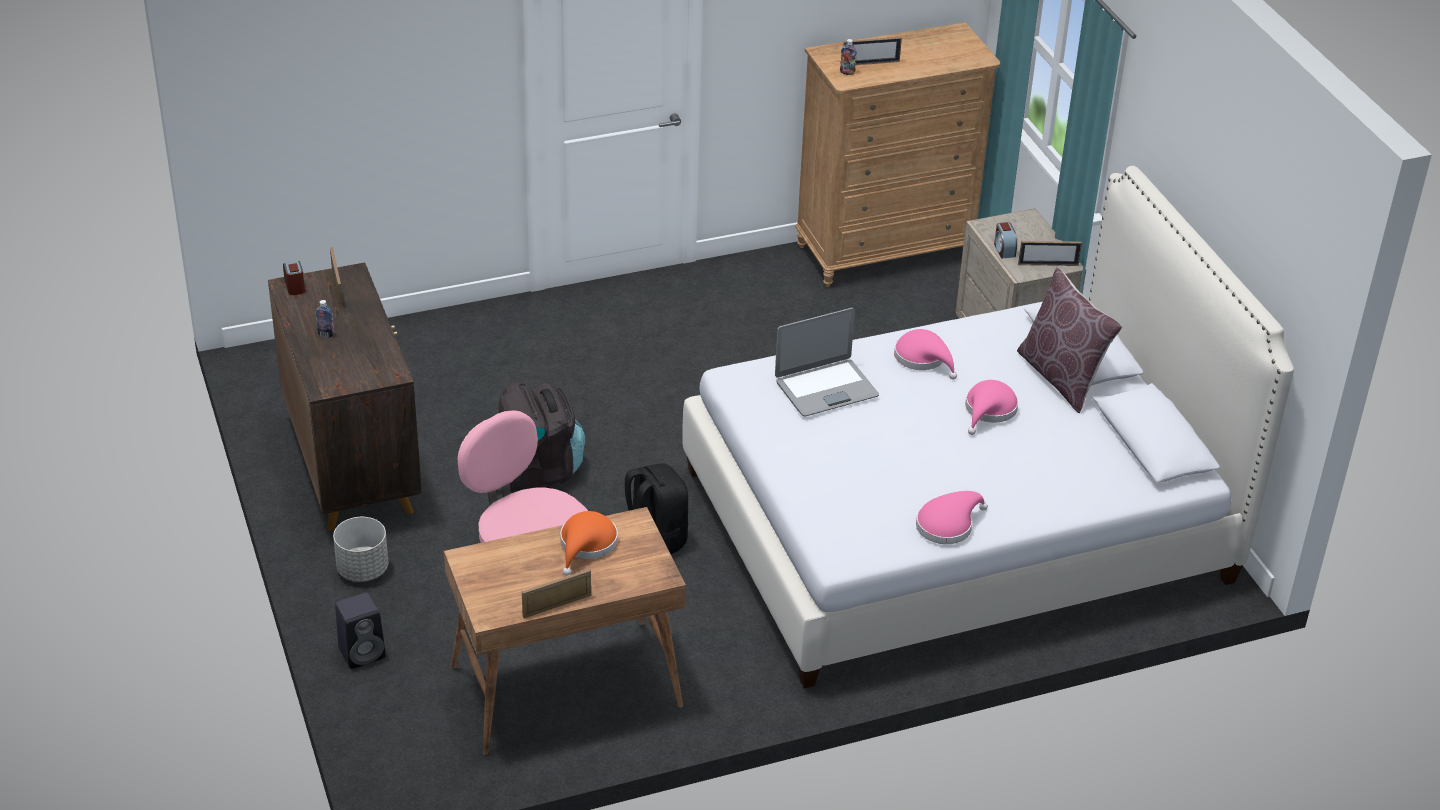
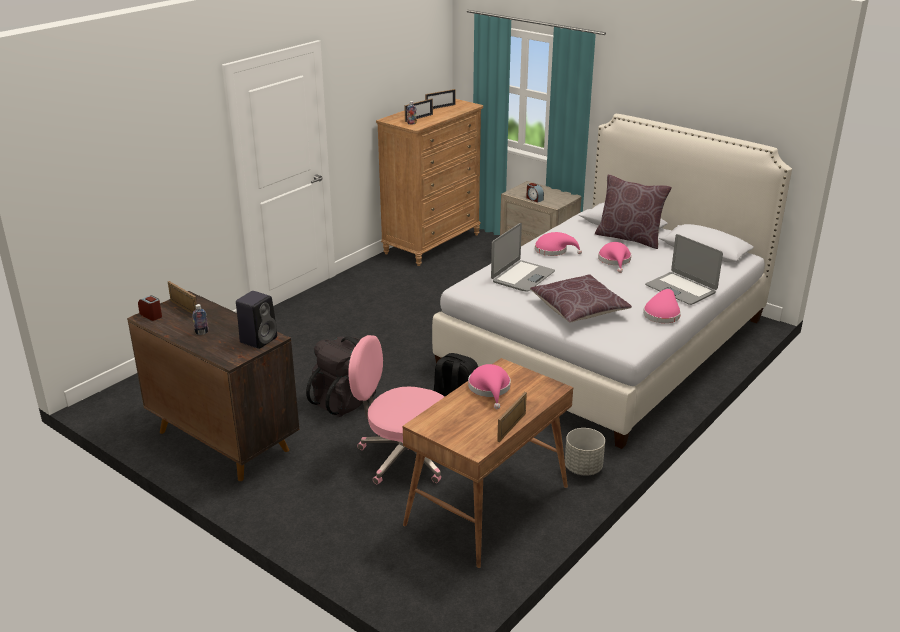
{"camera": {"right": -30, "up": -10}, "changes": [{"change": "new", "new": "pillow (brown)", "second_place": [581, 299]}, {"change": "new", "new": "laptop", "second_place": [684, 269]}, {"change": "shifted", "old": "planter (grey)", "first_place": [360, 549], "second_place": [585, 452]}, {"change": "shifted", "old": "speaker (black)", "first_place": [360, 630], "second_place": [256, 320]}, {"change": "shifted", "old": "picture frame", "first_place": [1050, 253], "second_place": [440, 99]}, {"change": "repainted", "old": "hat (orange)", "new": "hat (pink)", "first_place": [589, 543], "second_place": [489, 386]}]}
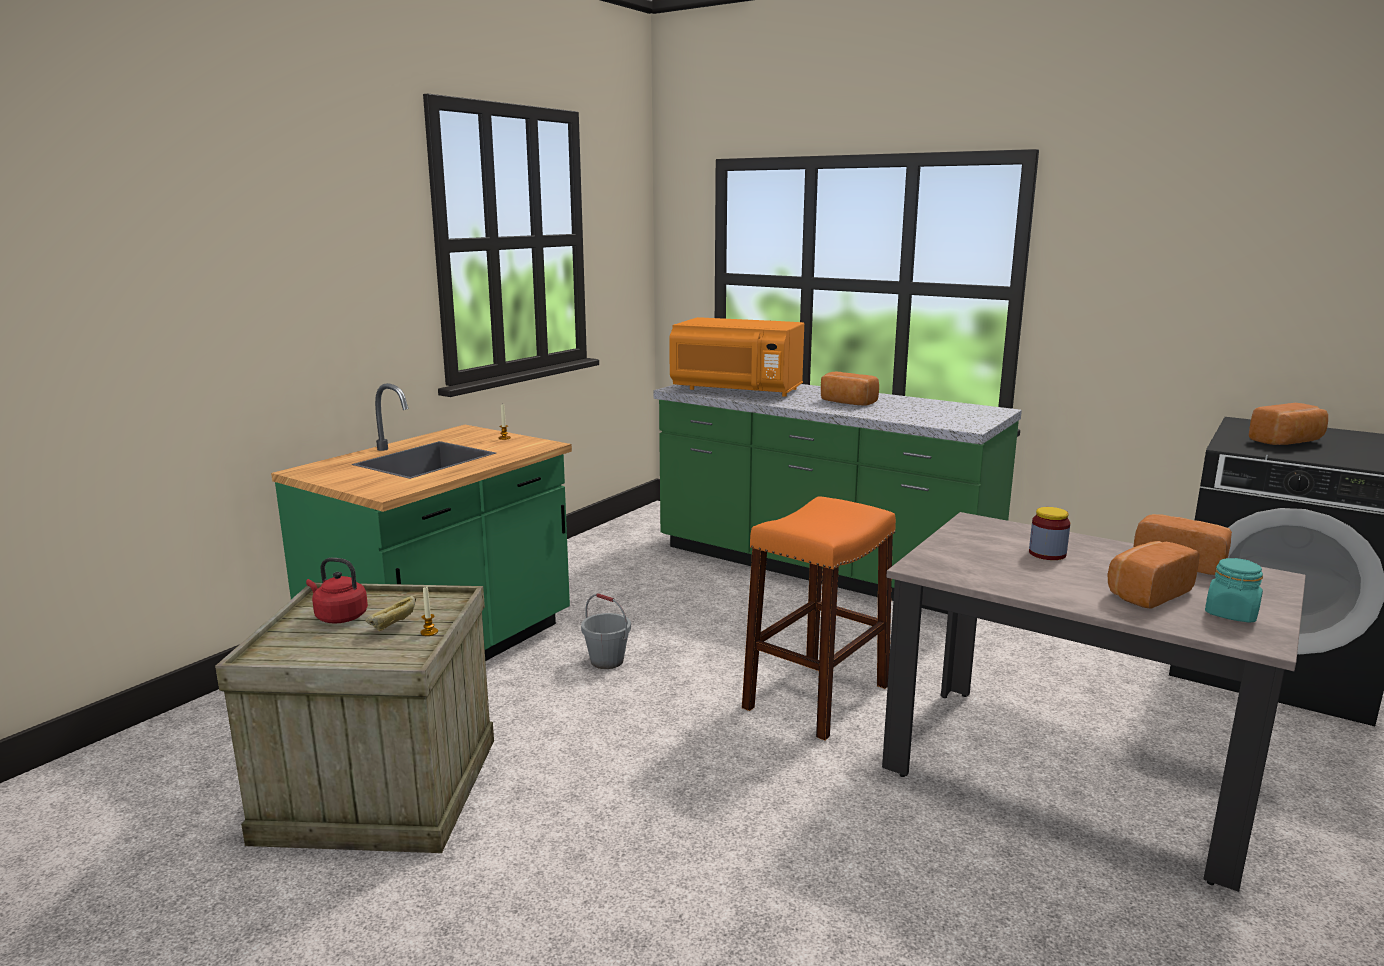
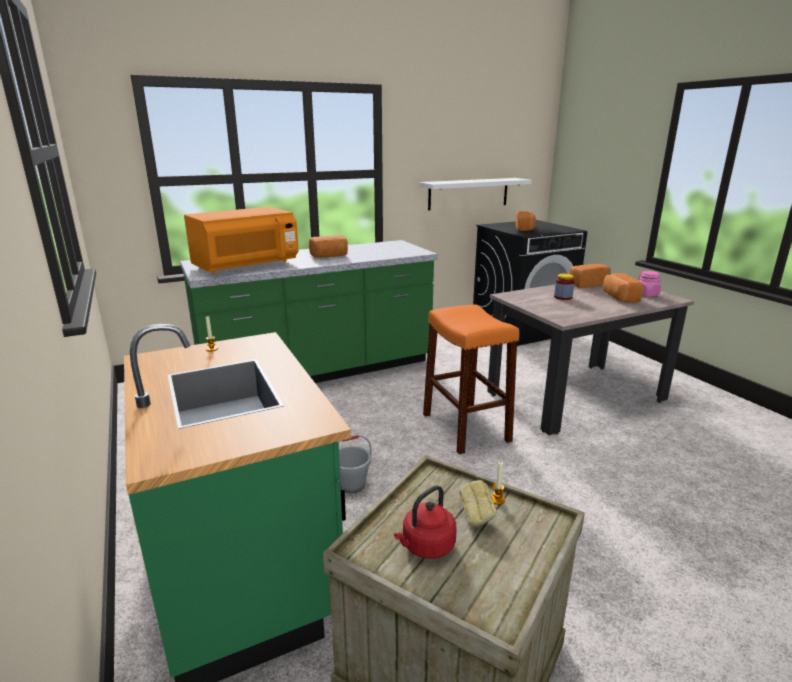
{"camera": {"right": -60, "up": 5}, "changes": [{"change": "new", "new": "shelf (white)", "second_place": [476, 194]}, {"change": "repainted", "old": "jar (turquoise)", "new": "jar (pink)", "first_place": [1234, 590], "second_place": [650, 283]}]}
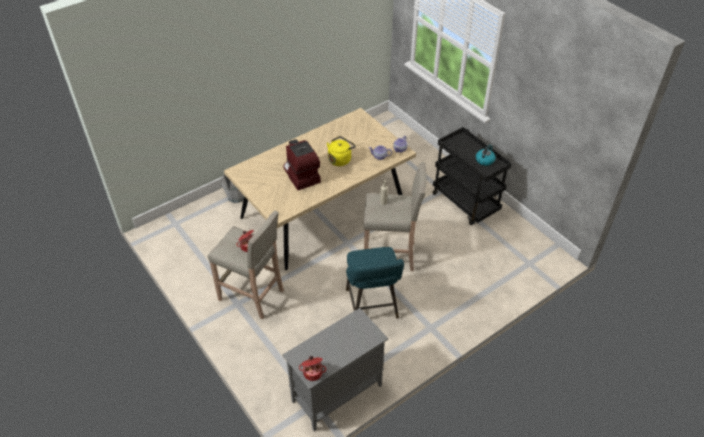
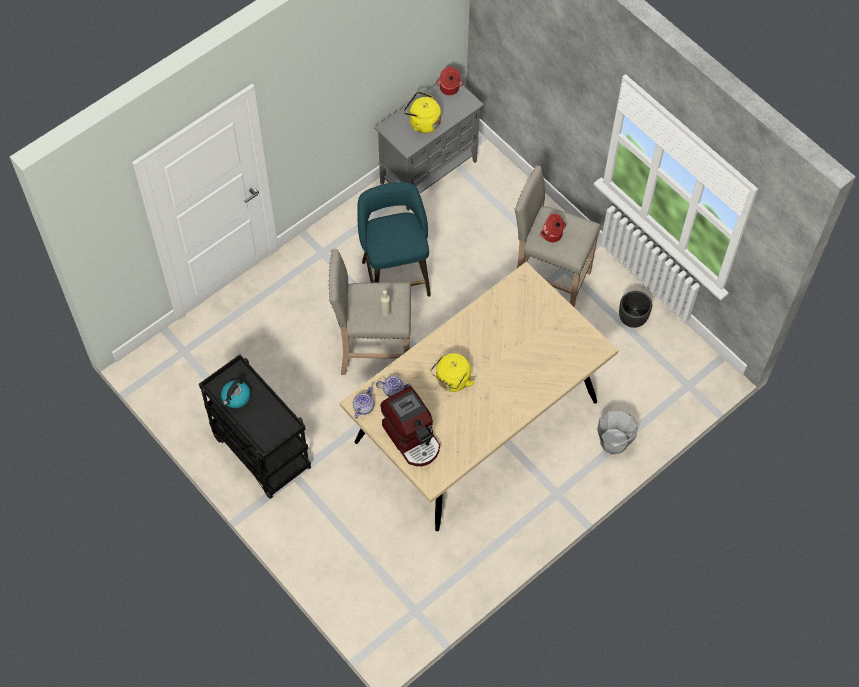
{"camera": {"right": 175, "up": 15}, "changes": [{"change": "new", "new": "kettle (yellow)", "second_place": [422, 112]}, {"change": "new", "new": "planter (black)", "second_place": [635, 309]}, {"change": "shifted", "old": "coffee machine", "first_place": [302, 165], "second_place": [410, 426]}]}
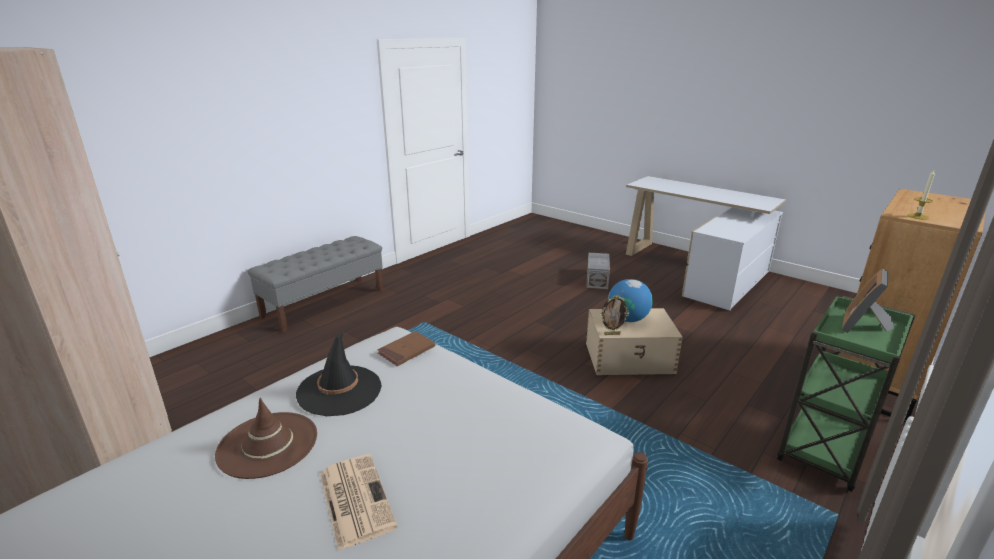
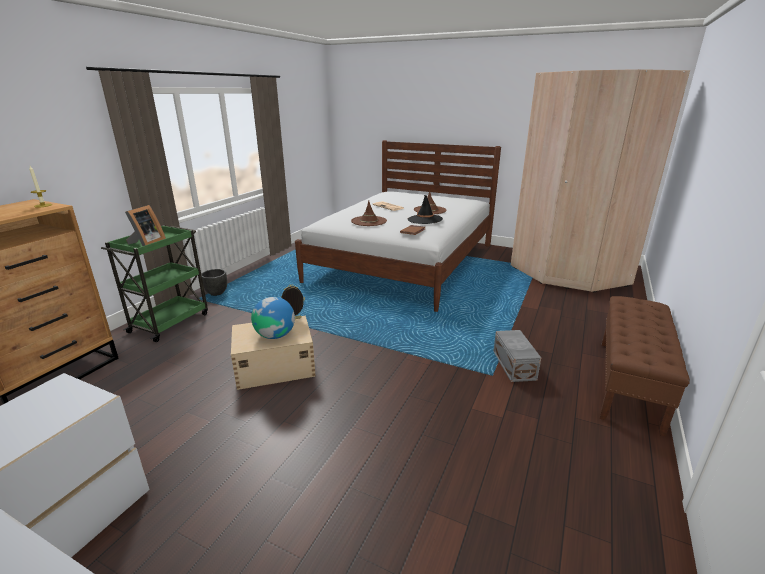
{"camera": {"right": 165, "up": 0}, "changes": [{"change": "new", "new": "planter (black)", "second_place": [214, 282]}, {"change": "new", "new": "hat (brown)", "second_place": [369, 213]}, {"change": "shifted", "old": "storage box (grey)", "first_place": [598, 271], "second_place": [517, 356]}, {"change": "repainted", "old": "bench (grey)", "new": "bench (brown)", "first_place": [315, 284], "second_place": [644, 366]}]}
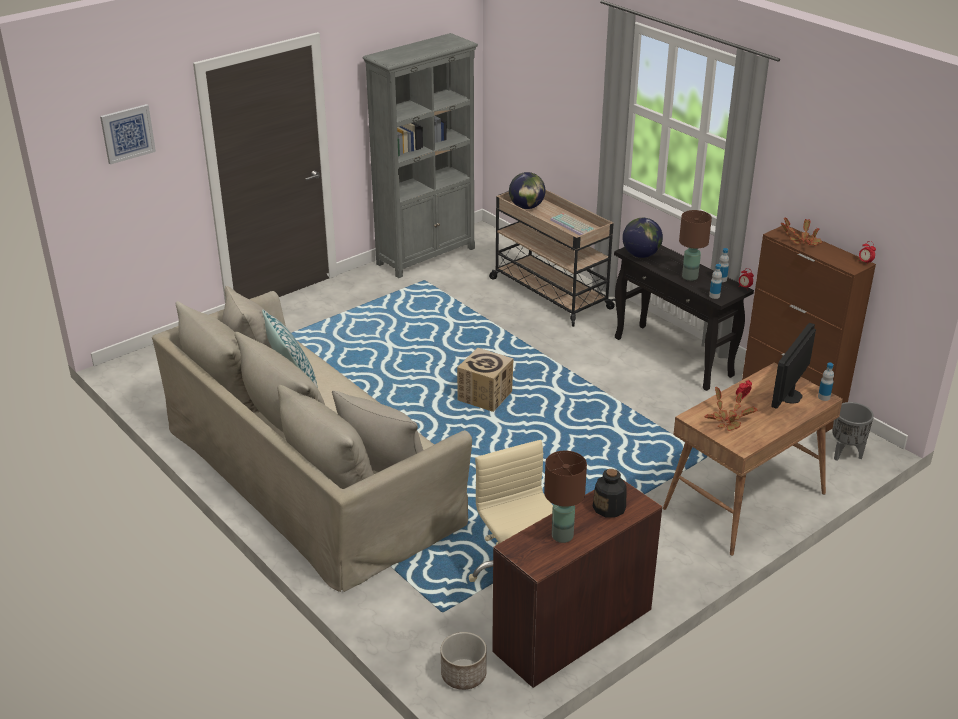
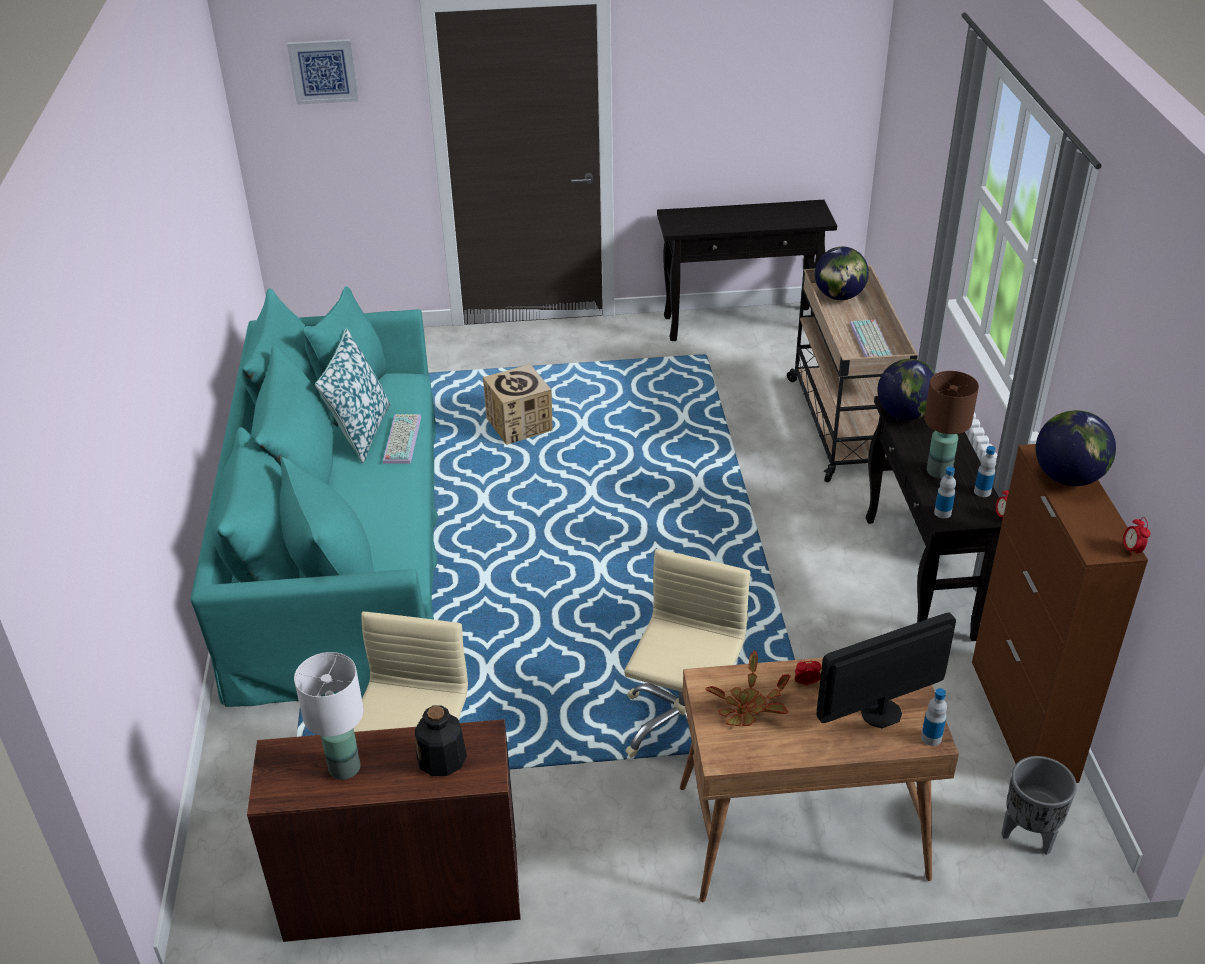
{"camera": {"right": 35, "up": 5}, "changes": [{"change": "gone", "old": "planter", "first_place": [464, 661]}, {"change": "new", "new": "keyboard", "second_place": [402, 439]}, {"change": "new", "new": "office chair (beige)", "second_place": [687, 653]}, {"change": "shifted", "old": "cardboard box", "first_place": [485, 380], "second_place": [518, 404]}, {"change": "swapped", "old": "bookcase (grey)", "new": "console table (black)", "first_place": [420, 155], "second_place": [747, 270]}, {"change": "swapped", "old": "potted plant", "new": "globe", "first_place": [801, 232], "second_place": [1076, 448]}, {"change": "repainted", "old": "sofa (beige)", "new": "sofa (turquoise)", "first_place": [312, 439], "second_place": [314, 496]}, {"change": "repainted", "old": "table lamp (brown)", "new": "table lamp (white)", "first_place": [565, 497], "second_place": [329, 716]}]}
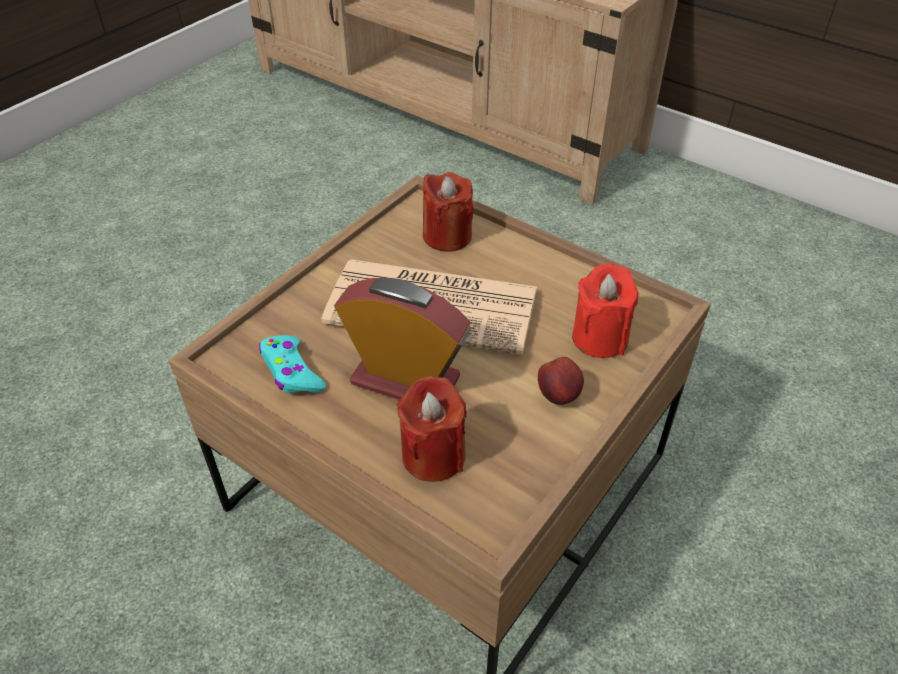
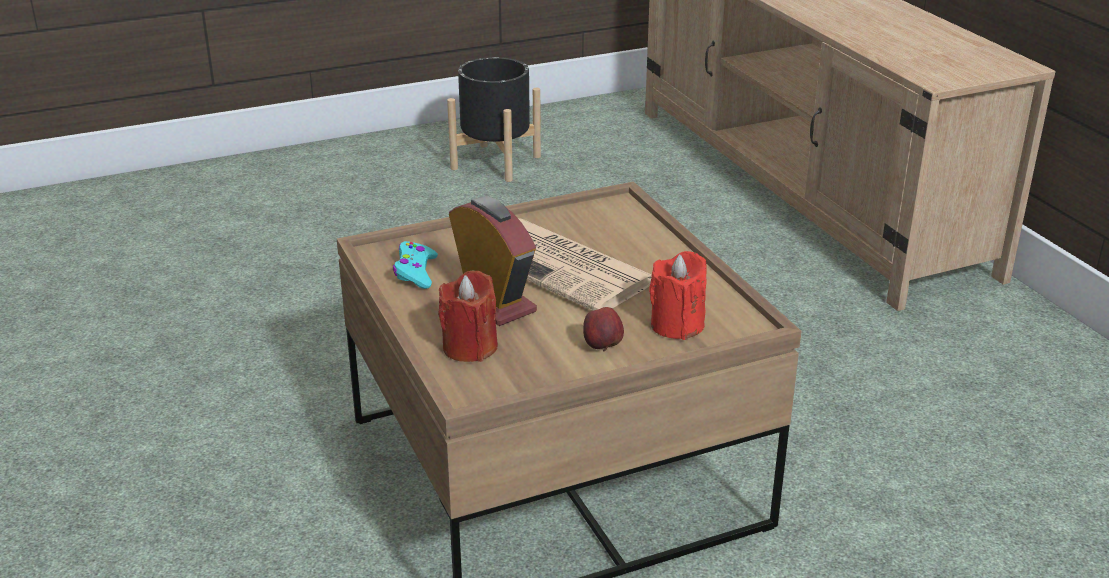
{"camera": {"right": 30, "up": -15}, "changes": [{"change": "gone", "old": "candle (red)", "first_place": [448, 212]}, {"change": "new", "new": "planter (black)", "second_place": [494, 119]}]}
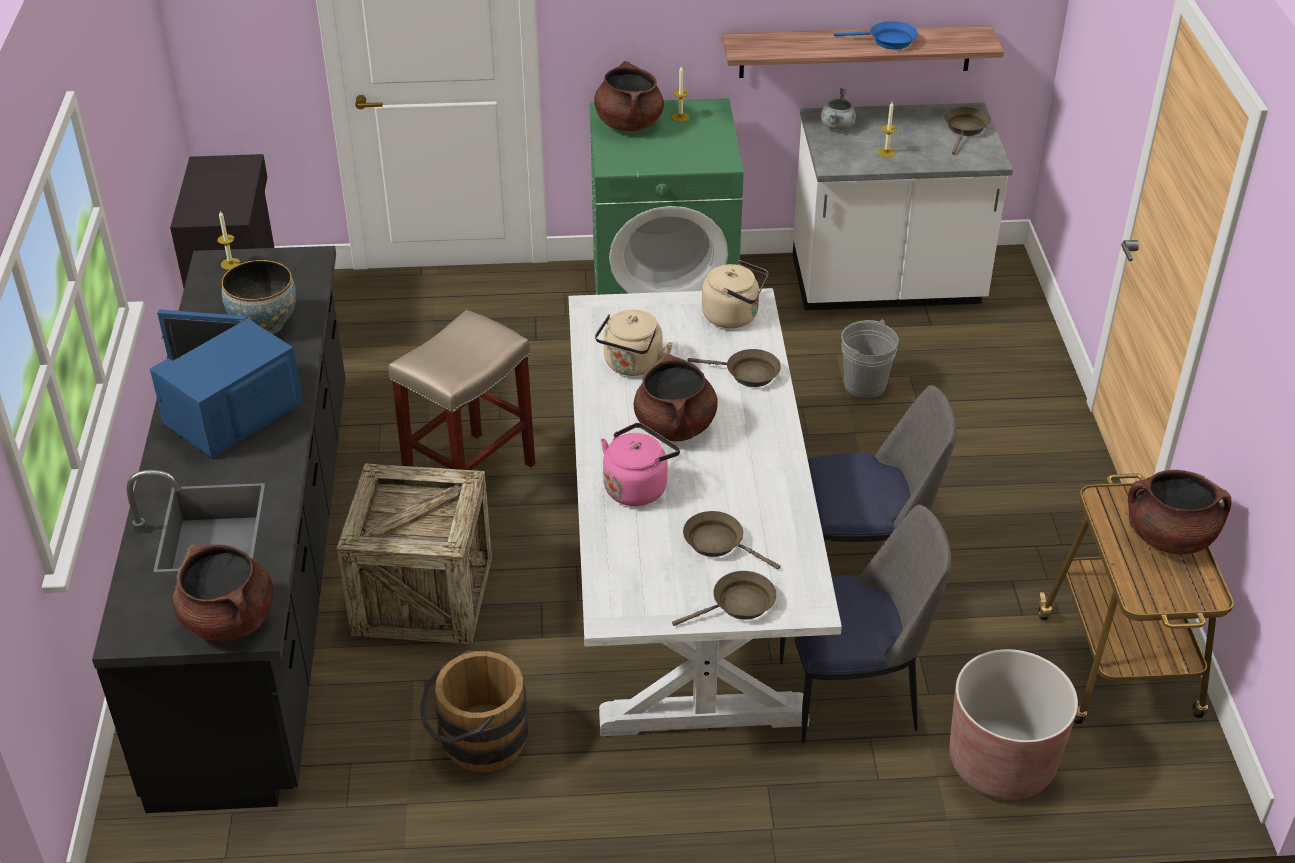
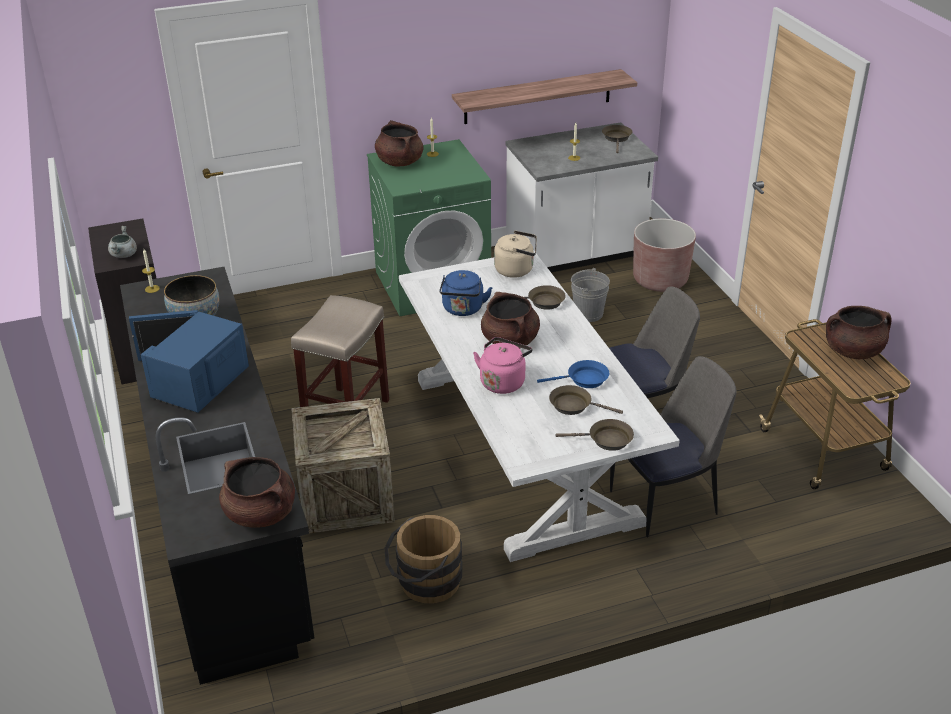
{"camera": {"right": -15, "up": -5}, "changes": [{"change": "shifted", "old": "cooking pot (grey)", "first_place": [838, 109], "second_place": [122, 242]}, {"change": "shifted", "old": "frying pan (blue)", "first_place": [876, 35], "second_place": [573, 374]}, {"change": "shifted", "old": "planter (brown)", "first_place": [1013, 724], "second_place": [664, 255]}, {"change": "repainted", "old": "kettle (beige)", "new": "kettle (blue)", "first_place": [634, 342], "second_place": [465, 293]}, {"change": "rotated", "old": "frying pan (brown)", "first_place": [724, 598], "second_place": [595, 435], "degrees": 45}]}
